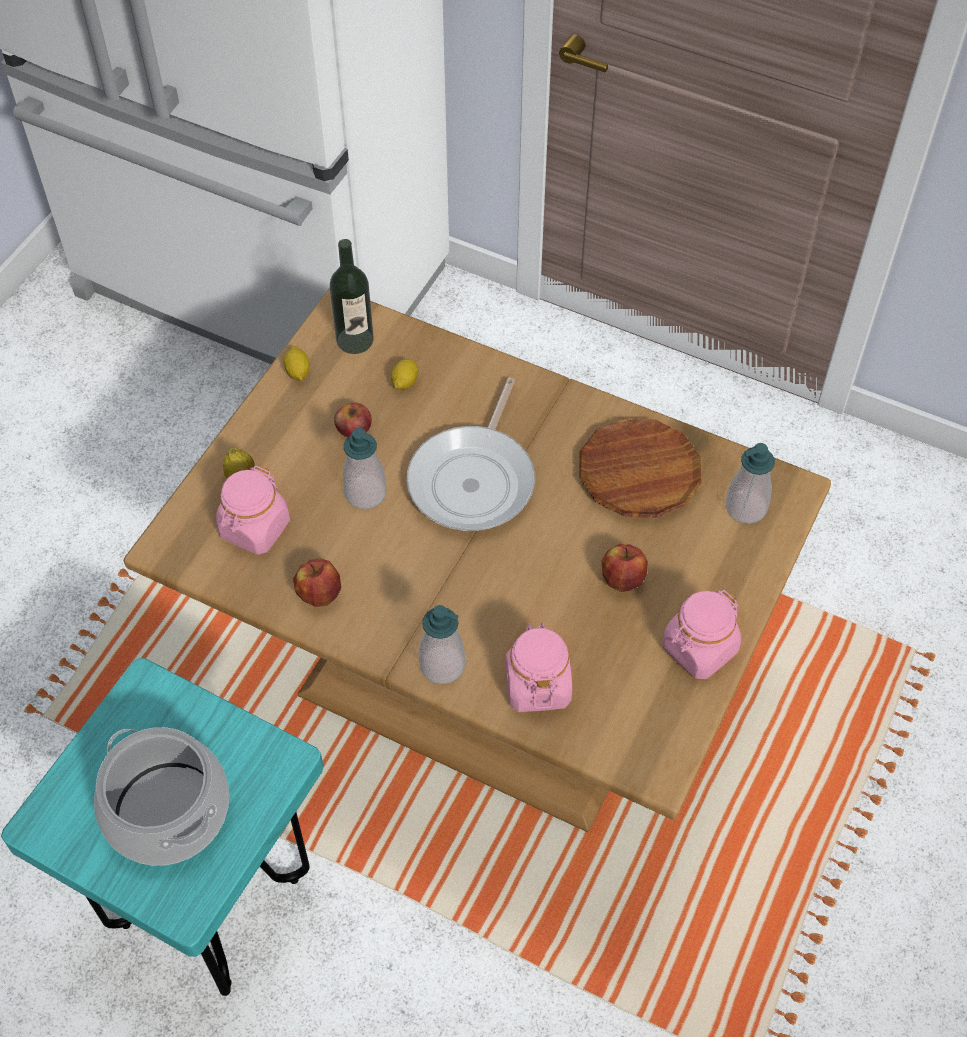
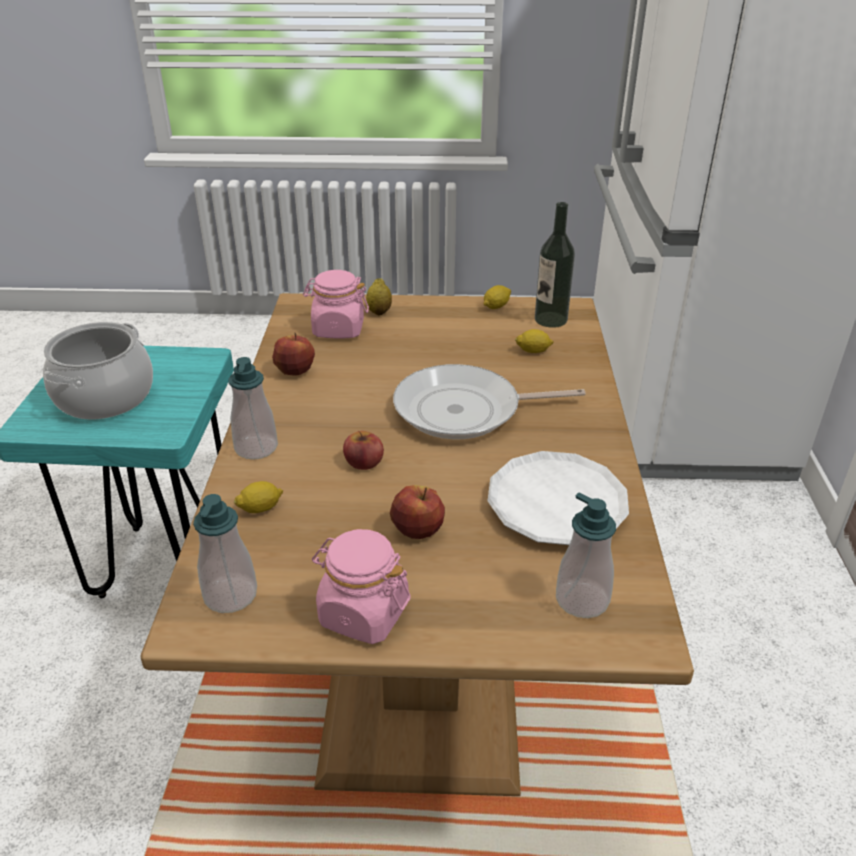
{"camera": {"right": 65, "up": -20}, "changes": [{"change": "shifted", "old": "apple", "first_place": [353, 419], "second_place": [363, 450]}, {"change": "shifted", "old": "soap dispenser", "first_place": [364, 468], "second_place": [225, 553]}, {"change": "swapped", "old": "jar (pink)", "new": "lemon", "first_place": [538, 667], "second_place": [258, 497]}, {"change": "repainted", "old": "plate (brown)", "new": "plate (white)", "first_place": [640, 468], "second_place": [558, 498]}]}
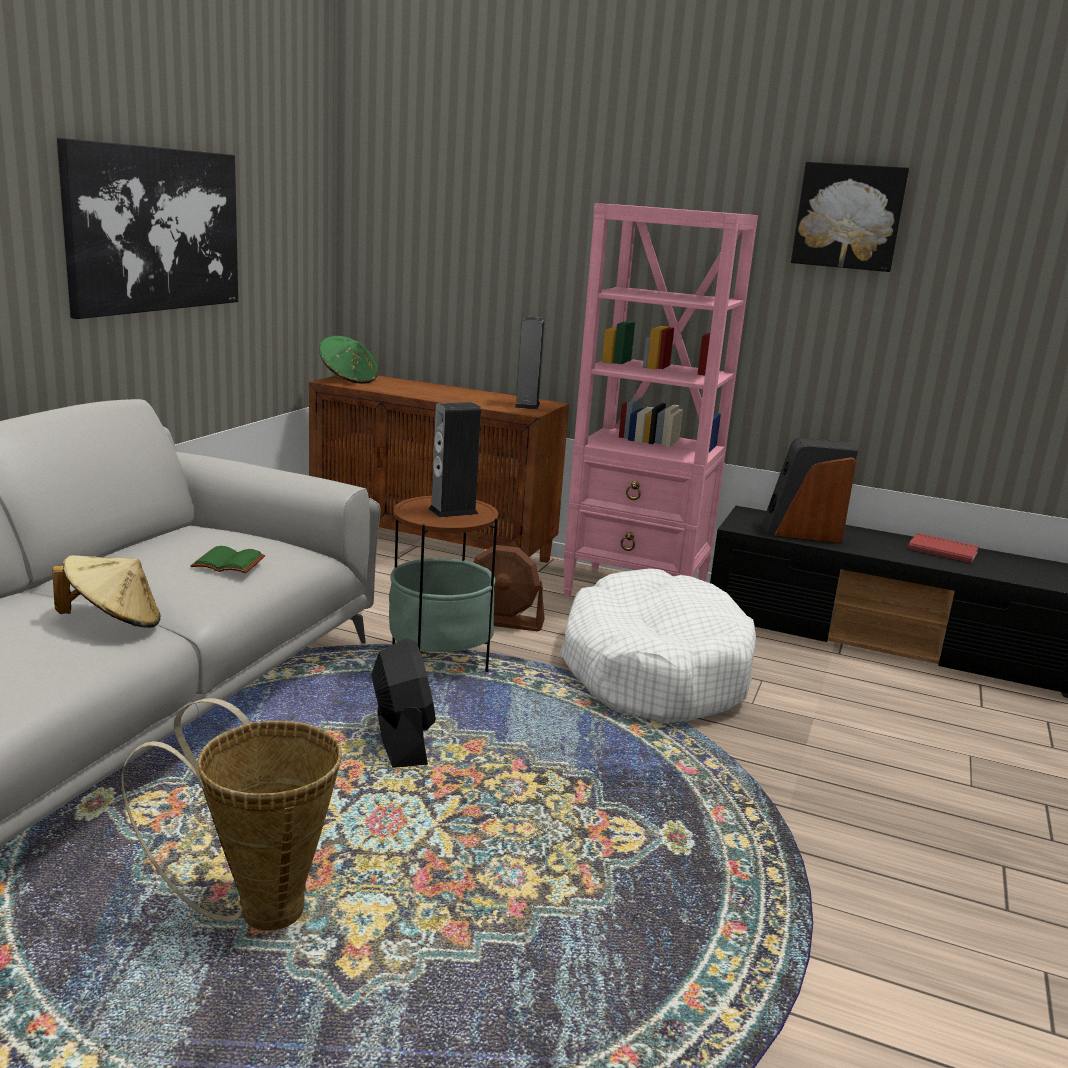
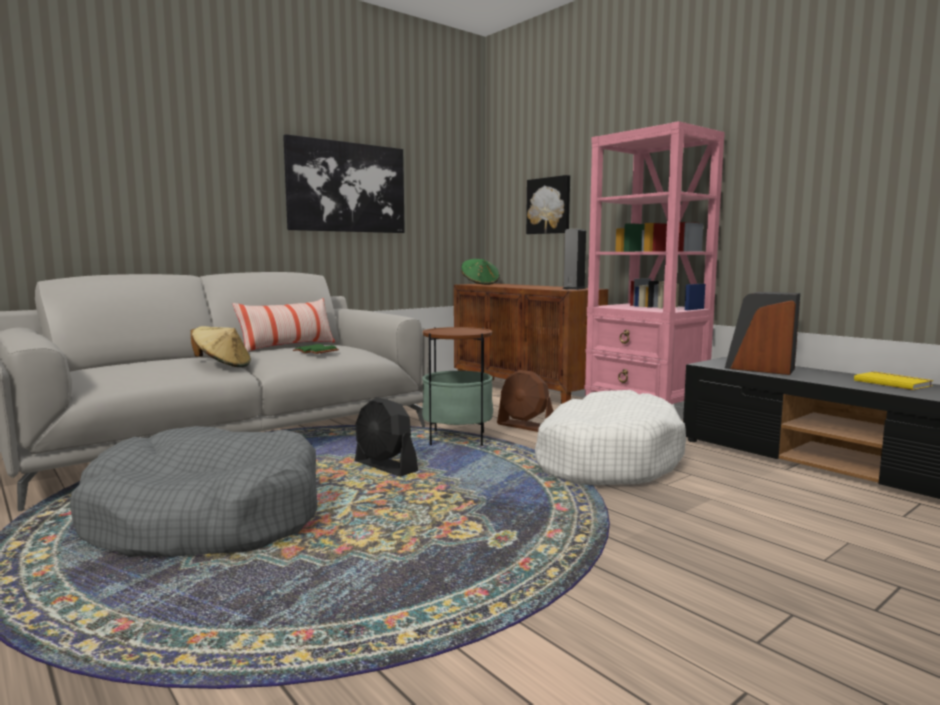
{"camera": {"right": 30, "up": -10}, "changes": [{"change": "gone", "old": "speaker", "first_place": [454, 460]}, {"change": "new", "new": "pillow", "second_place": [284, 325]}, {"change": "shifted", "old": "picture", "first_place": [850, 217], "second_place": [548, 204]}, {"change": "swapped", "old": "basket", "new": "dog bed (grey)", "first_place": [231, 814], "second_place": [193, 491]}, {"change": "repainted", "old": "book (red)", "new": "book (yellow)", "first_place": [943, 548], "second_place": [893, 381]}, {"change": "rotated", "old": "fan (black)", "first_place": [403, 703], "second_place": [386, 437], "degrees": 120}]}
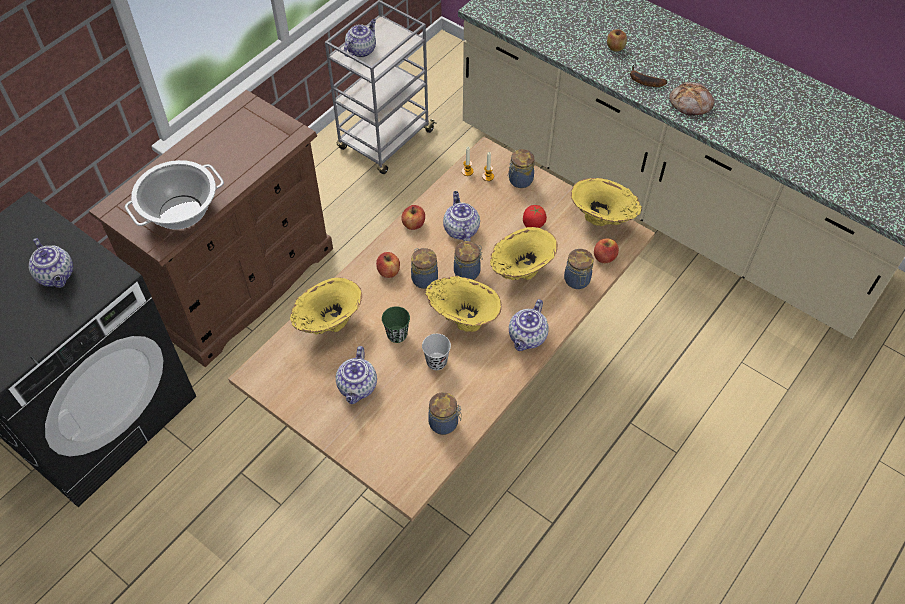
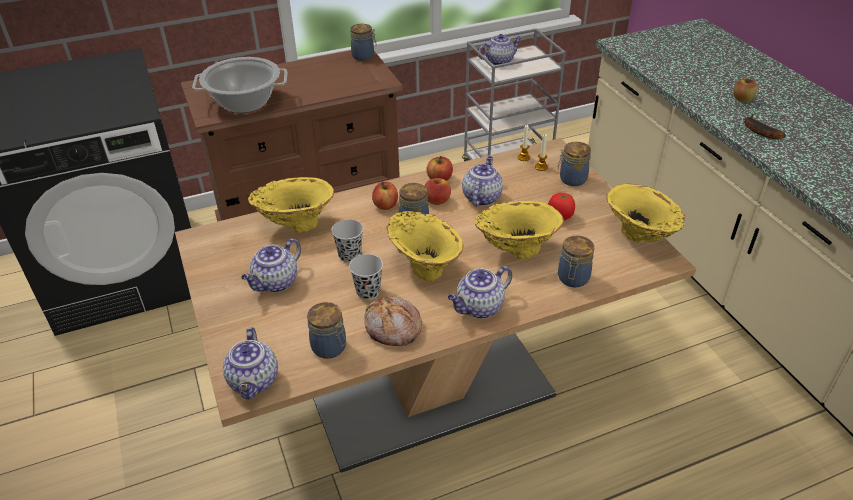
{"camera": {"right": 30, "up": -15}, "changes": [{"change": "shifted", "old": "teapot", "first_place": [51, 263], "second_place": [250, 363]}, {"change": "shifted", "old": "jar", "first_place": [468, 260], "second_place": [363, 42]}, {"change": "shifted", "old": "apple", "first_place": [606, 250], "second_place": [437, 191]}, {"change": "shifted", "old": "bread", "first_place": [691, 99], "second_place": [393, 321]}, {"change": "repainted", "old": "cup (green)", "new": "cup (black)", "first_place": [396, 324], "second_place": [347, 241]}]}
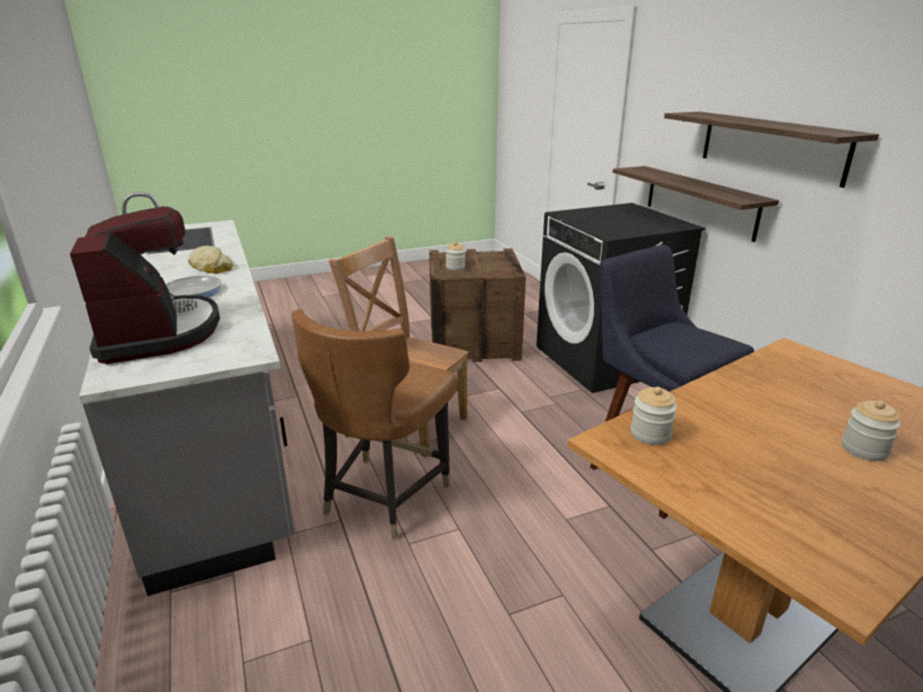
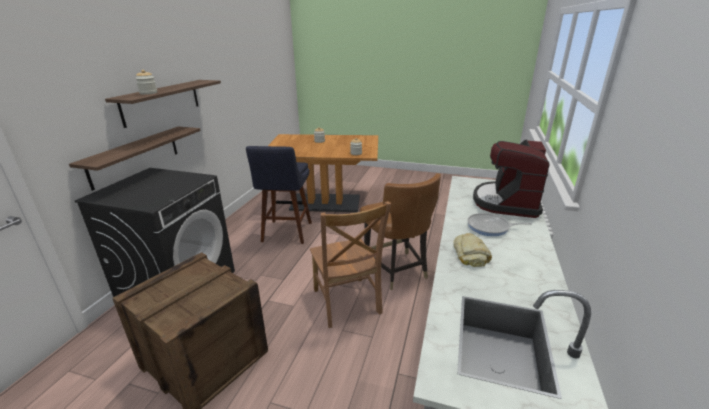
{"camera": {"right": -140, "up": 0}, "changes": [{"change": "shifted", "old": "jar", "first_place": [455, 256], "second_place": [146, 82]}, {"change": "rotated", "old": "chair (brown)", "first_place": [374, 424], "second_place": [400, 231], "degrees": 90}]}
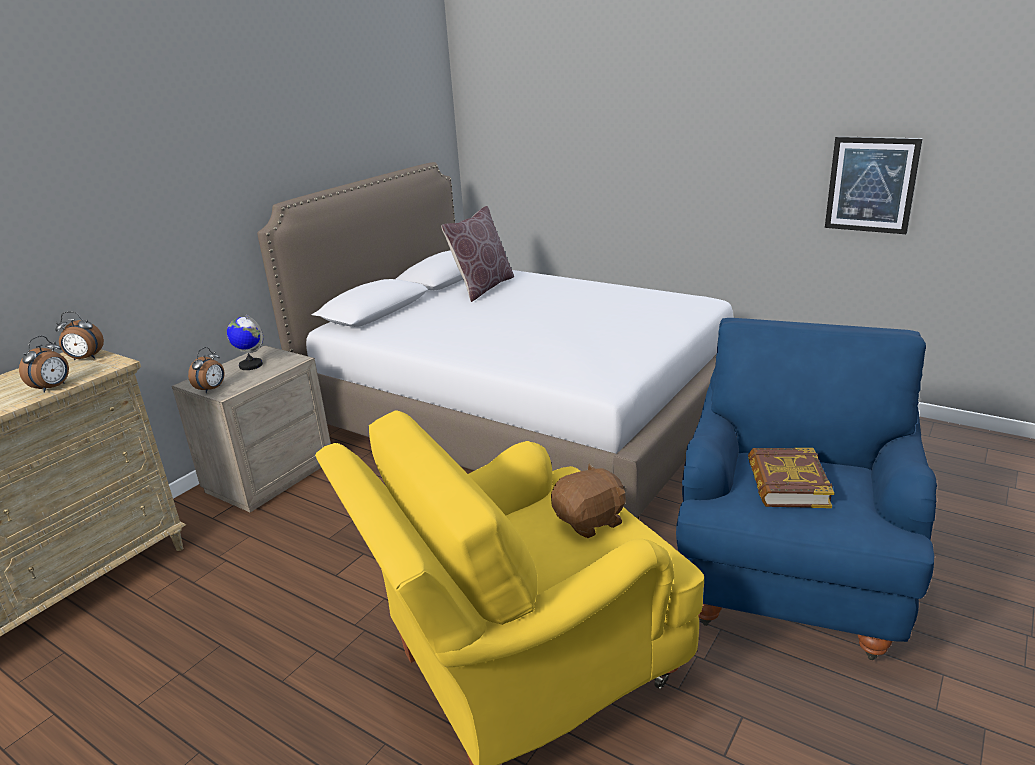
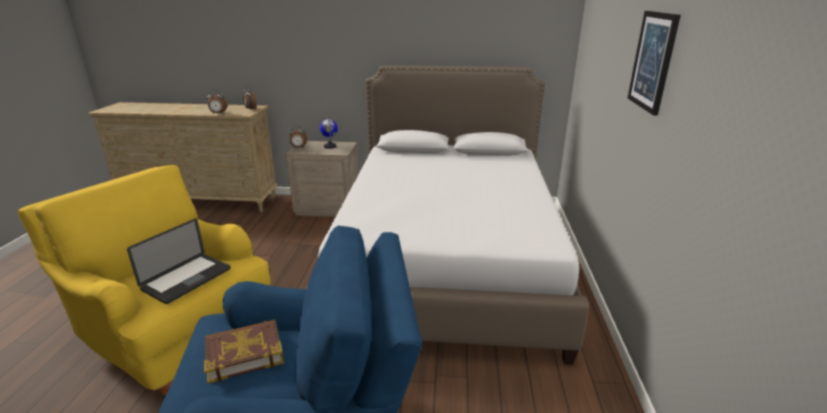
{"camera": {"right": 60, "up": 0}, "changes": [{"change": "gone", "old": "pillow (brown)", "first_place": [477, 254]}, {"change": "shifted", "old": "picture", "first_place": [874, 185], "second_place": [654, 63]}, {"change": "swapped", "old": "plush toy (brown)", "new": "laptop", "first_place": [588, 501], "second_place": [179, 261]}]}
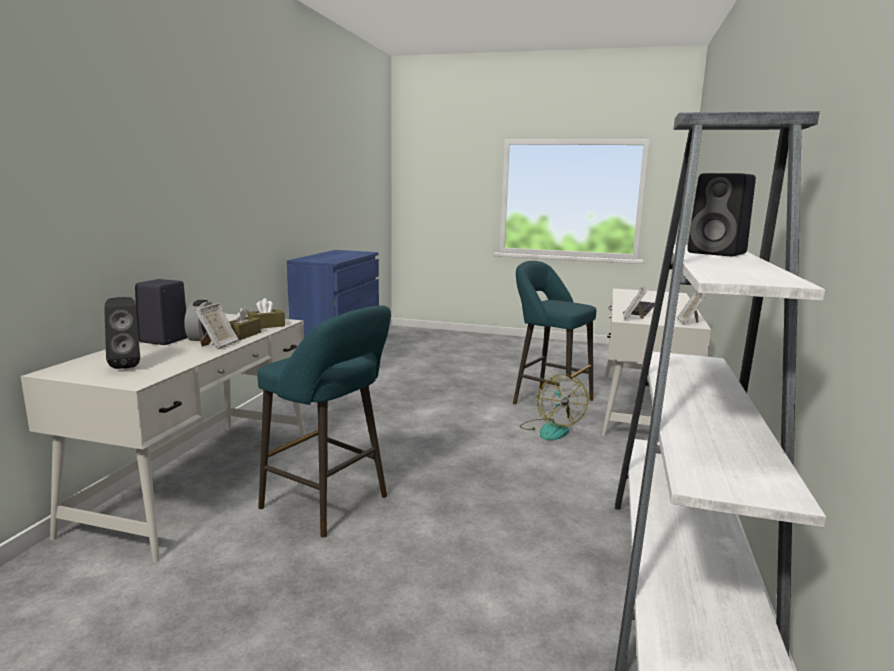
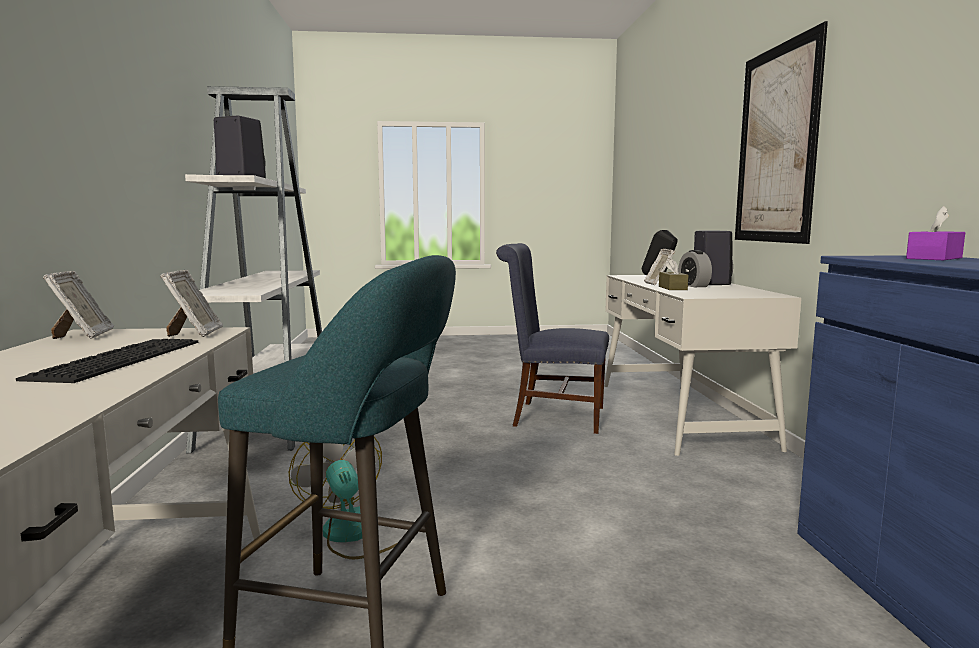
{"camera": {"right": 160, "up": -5}, "changes": [{"change": "gone", "old": "tissue box (brown)", "first_place": [266, 313]}, {"change": "new", "new": "picture", "second_place": [781, 132]}, {"change": "new", "new": "tissue box (purple)", "second_place": [935, 233]}, {"change": "swapped", "old": "stool (turquoise)", "new": "chair (blue)", "first_place": [324, 421], "second_place": [552, 338]}]}
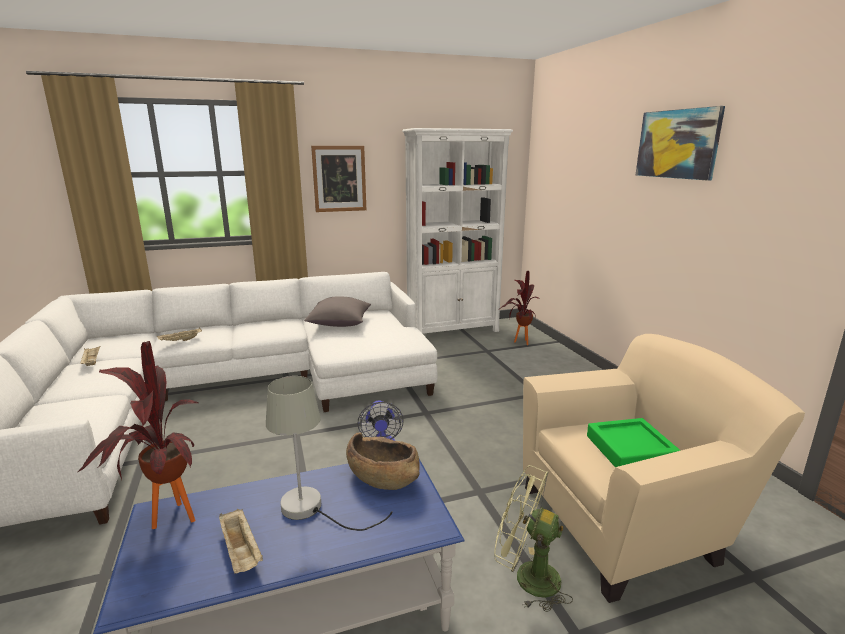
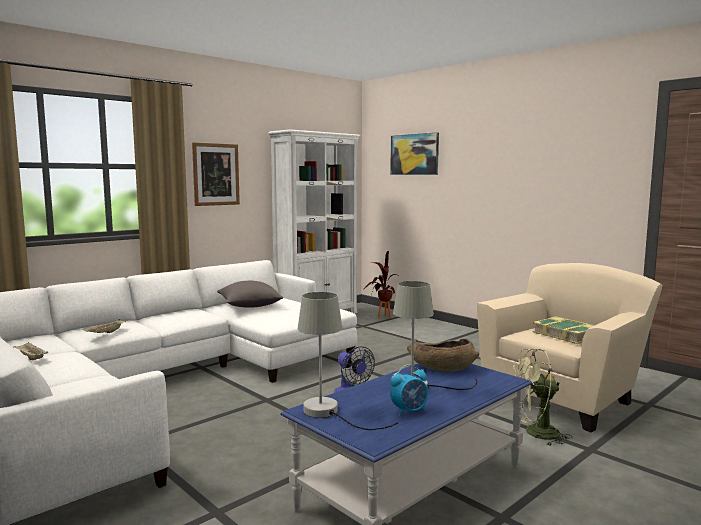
{"camera": {"right": -25, "up": -10}, "changes": [{"change": "shifted", "old": "picture", "first_place": [680, 143], "second_place": [414, 154]}, {"change": "swapped", "old": "potted plant", "new": "table lamp (grey)", "first_place": [138, 435], "second_place": [348, 361]}, {"change": "swapped", "old": "tray (beige)", "new": "alarm clock", "first_place": [241, 541], "second_place": [409, 390]}, {"change": "swapped", "old": "tray (green)", "new": "book", "first_place": [634, 442], "second_place": [564, 330]}]}
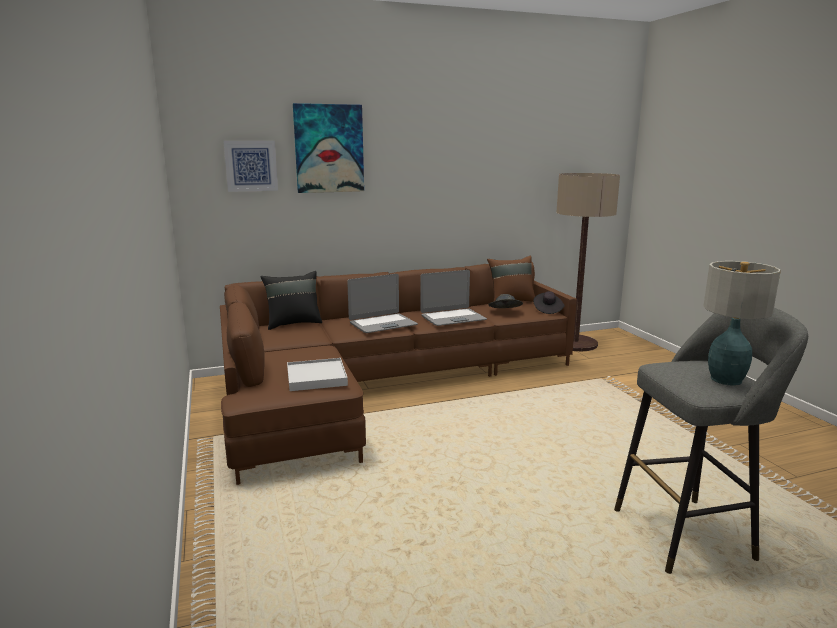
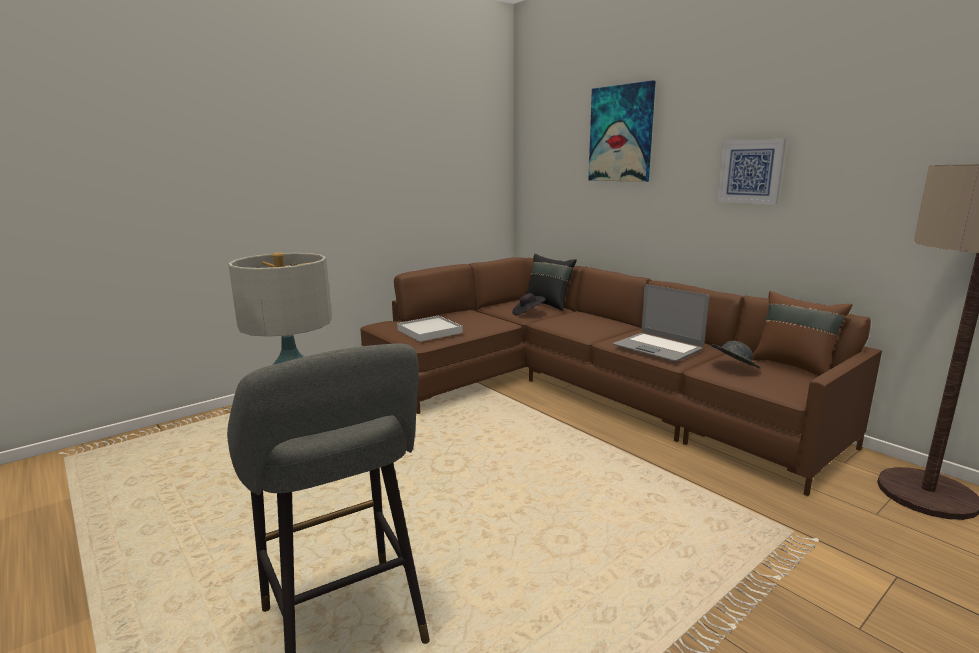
{"camera": {"right": 70, "up": 0}, "changes": [{"change": "gone", "old": "laptop", "first_place": [382, 303]}, {"change": "shifted", "old": "picture", "first_place": [250, 166], "second_place": [751, 172]}, {"change": "shifted", "old": "hat (black)", "first_place": [549, 302], "second_place": [529, 304]}]}
